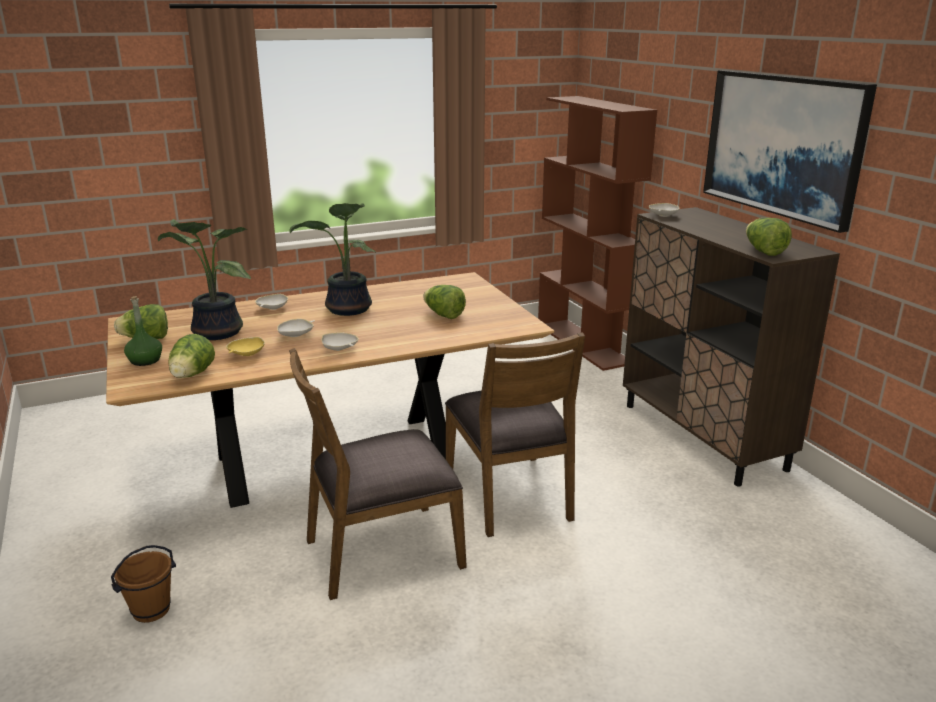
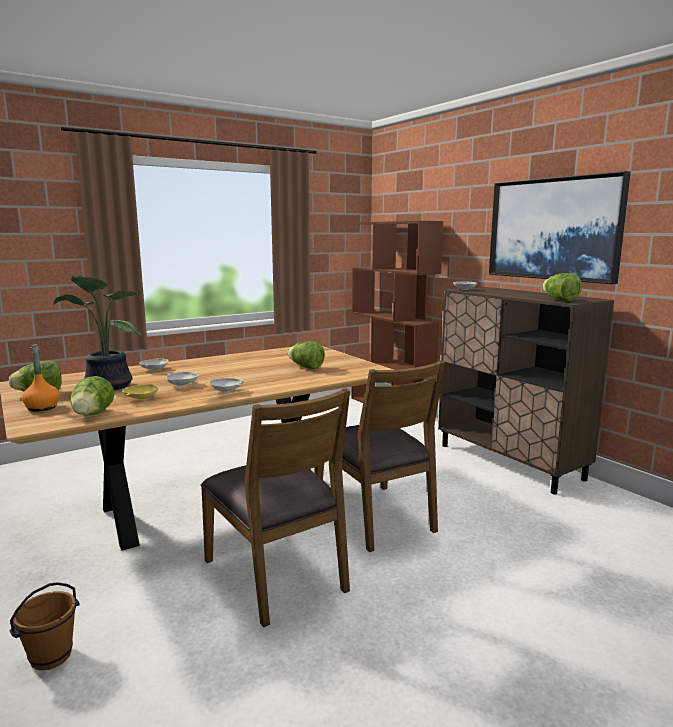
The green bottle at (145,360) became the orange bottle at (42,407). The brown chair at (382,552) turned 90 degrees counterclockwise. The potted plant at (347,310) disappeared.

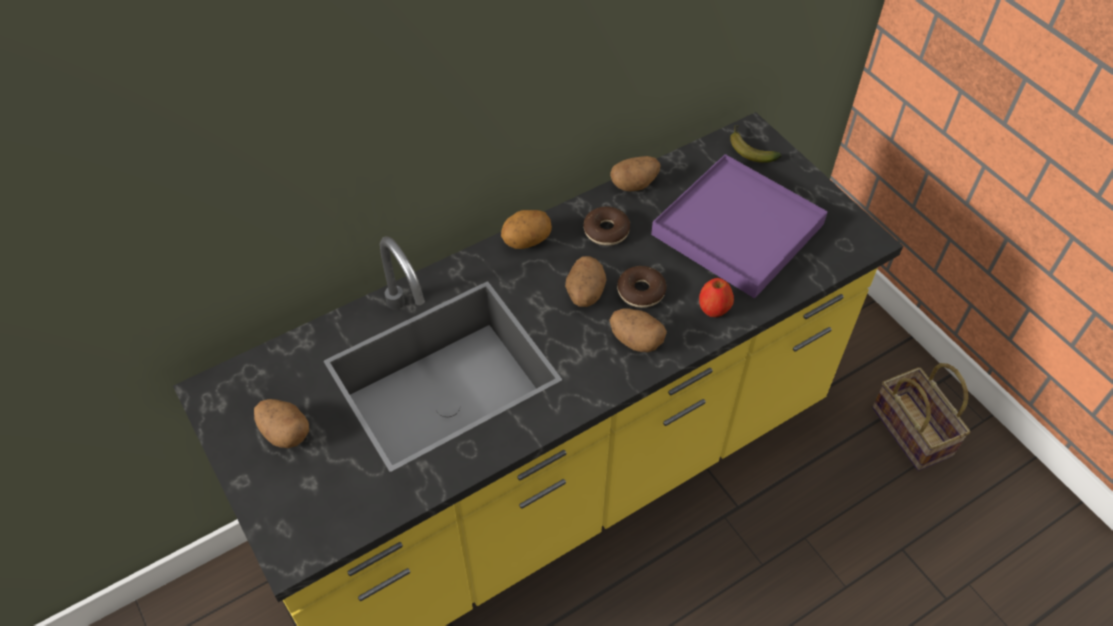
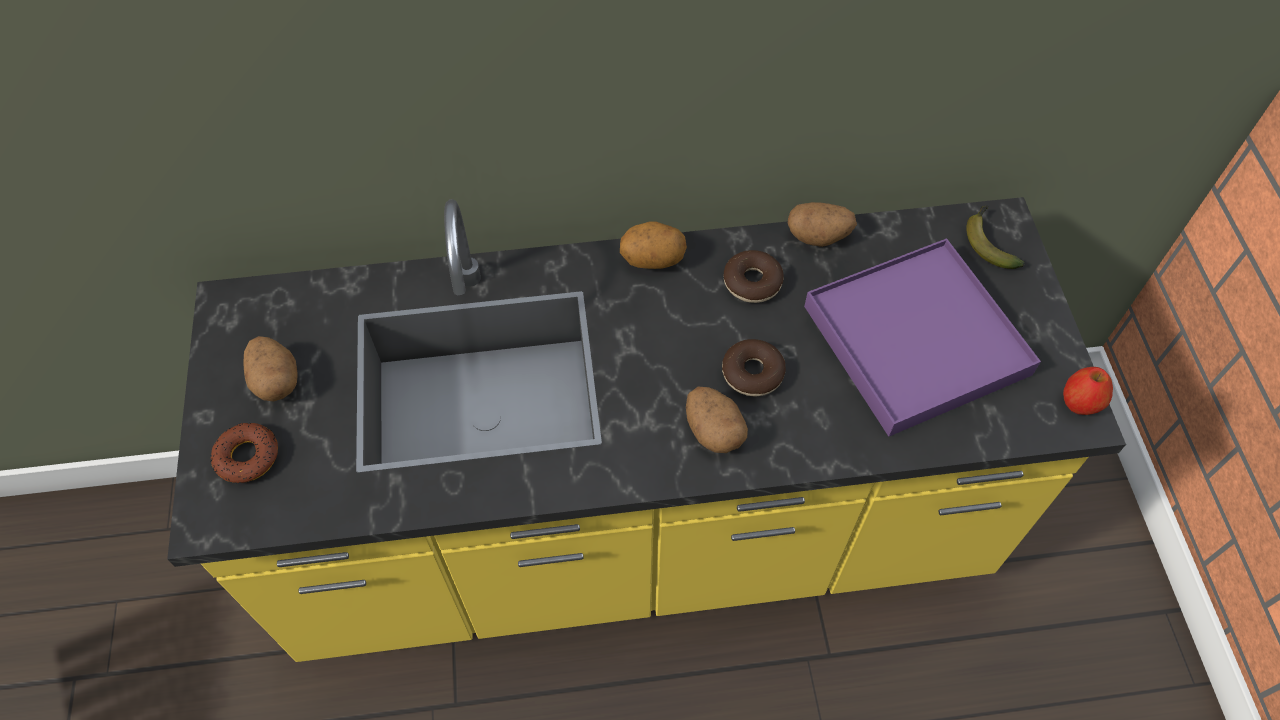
The donut at (247,456) appeared. The apple moved from (713,309) to (1079,403). The potato at (585,294) disappeared. The basket at (914,432) disappeared.

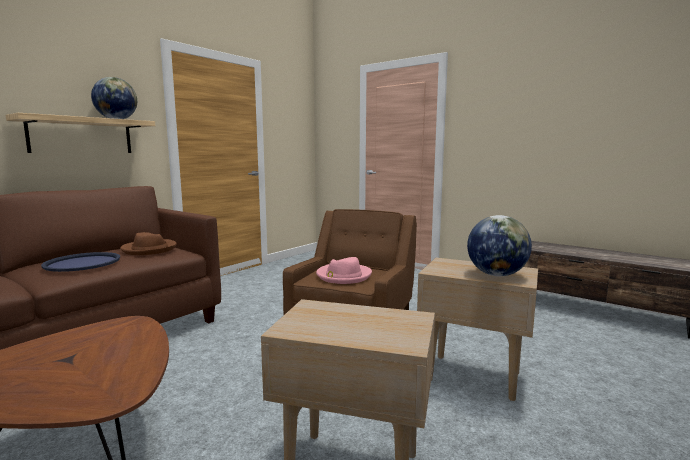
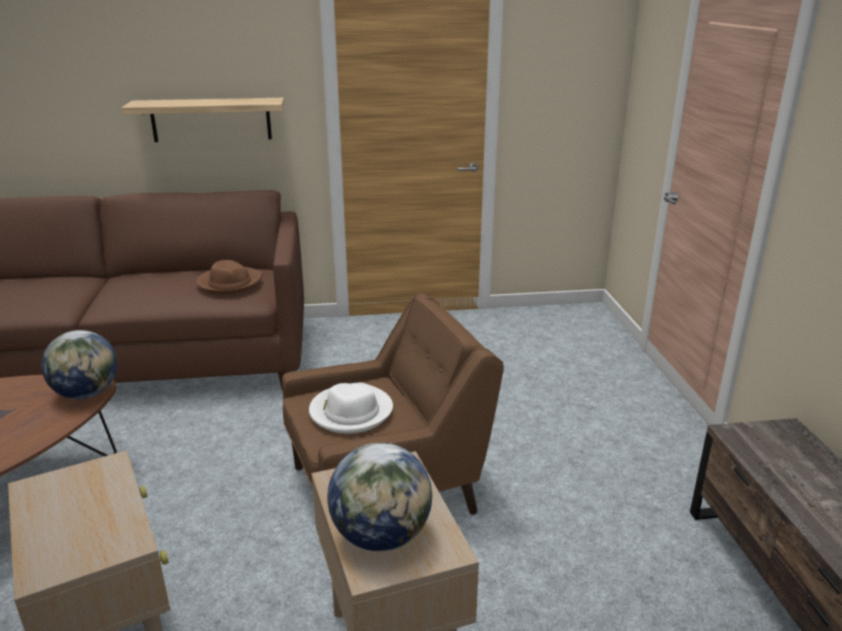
The globe moved from (117,119) to (87,394). The pink hat at (343,276) became the white hat at (350,412). The blue tray at (82,263) disappeared.

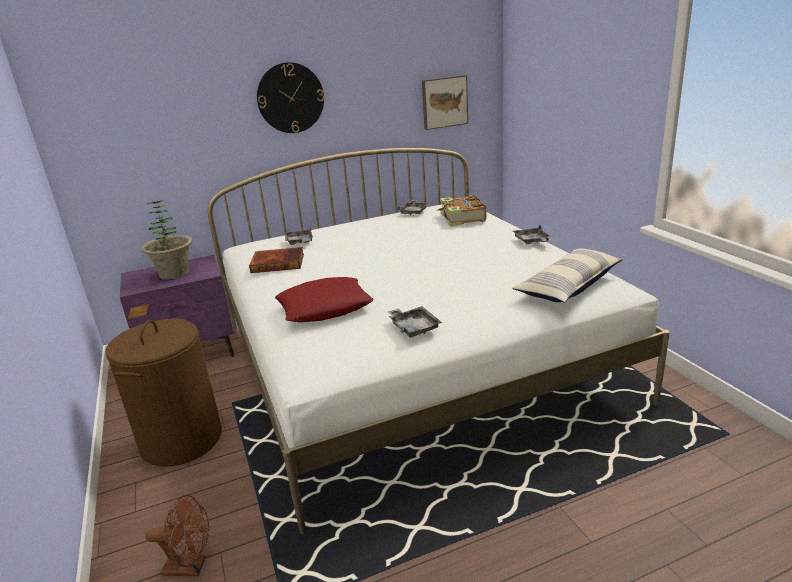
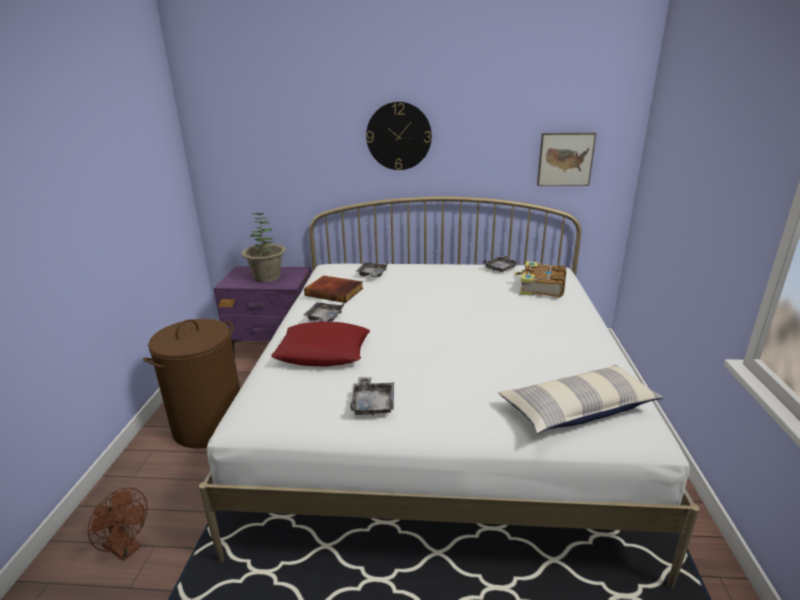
The grey tray moved from (532,241) to (324,318).

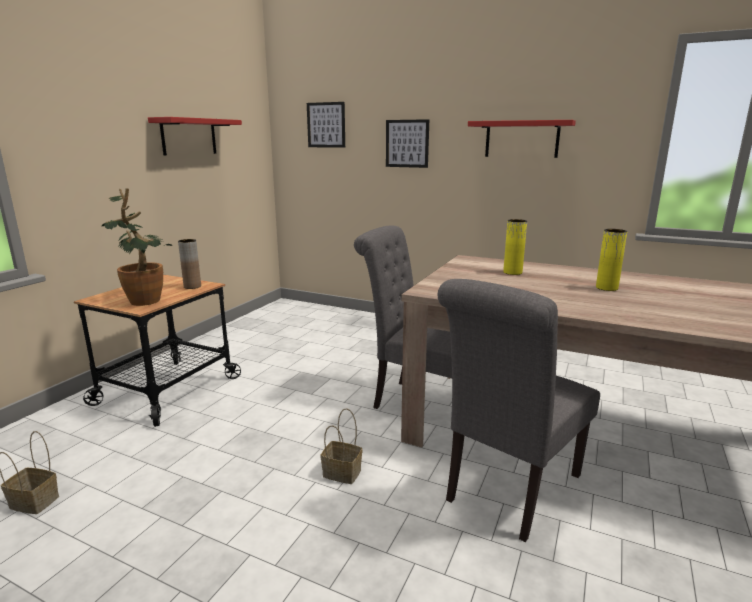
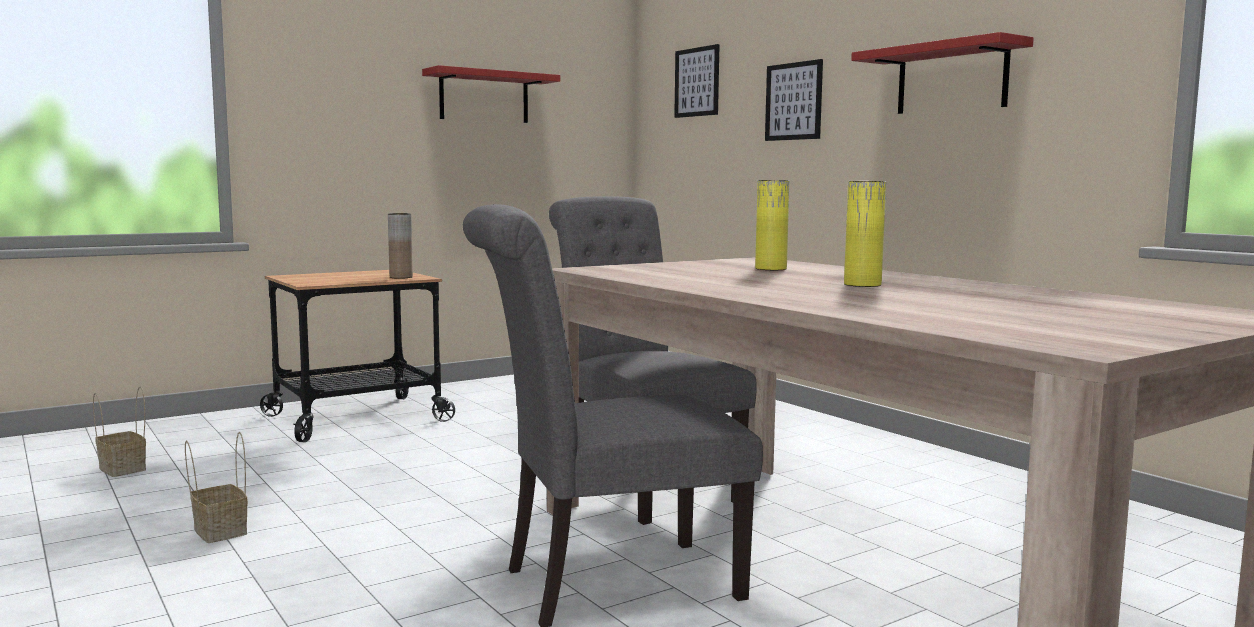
The basket moved from (340,473) to (218,531). The potted plant at (145,299) disappeared.

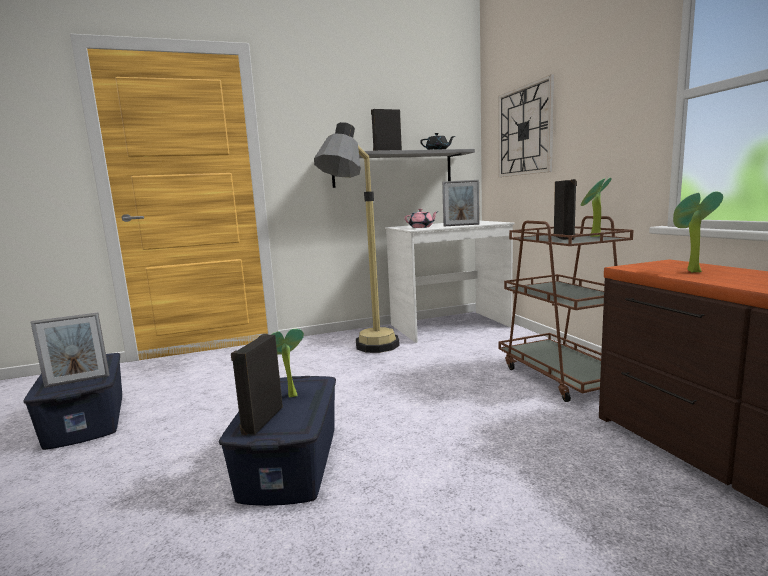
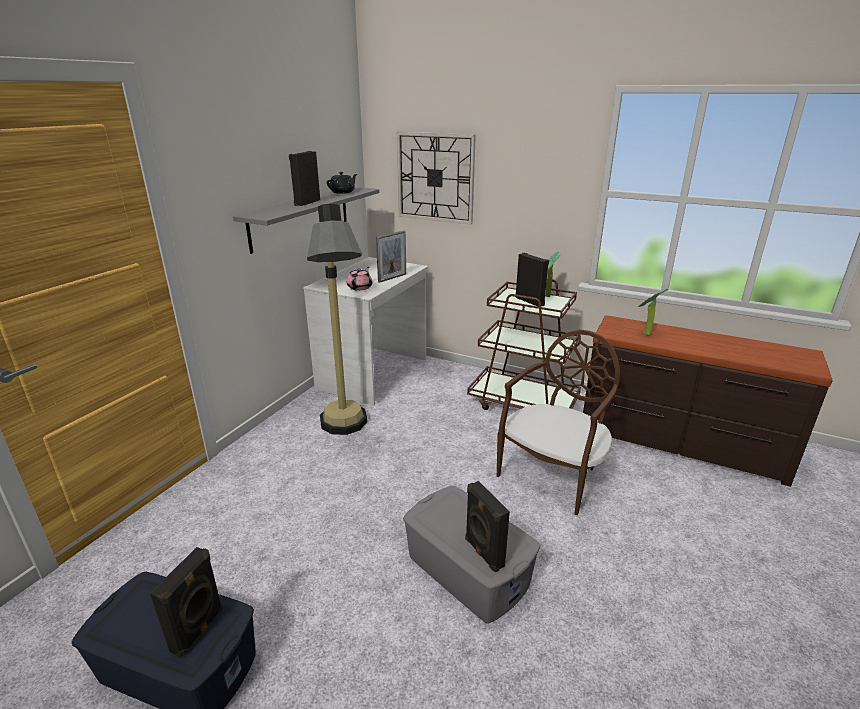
The picture frame at (77,381) was replaced by the black speaker at (199,630). The blue storage box at (292,461) became the grey storage box at (468,570). The brown chair at (553,475) appeared. The potted plant at (290,395) disappeared.

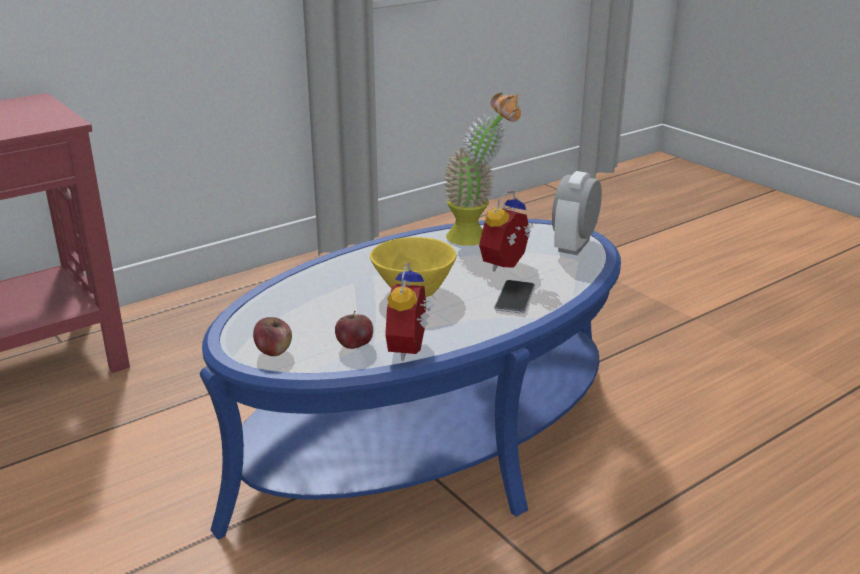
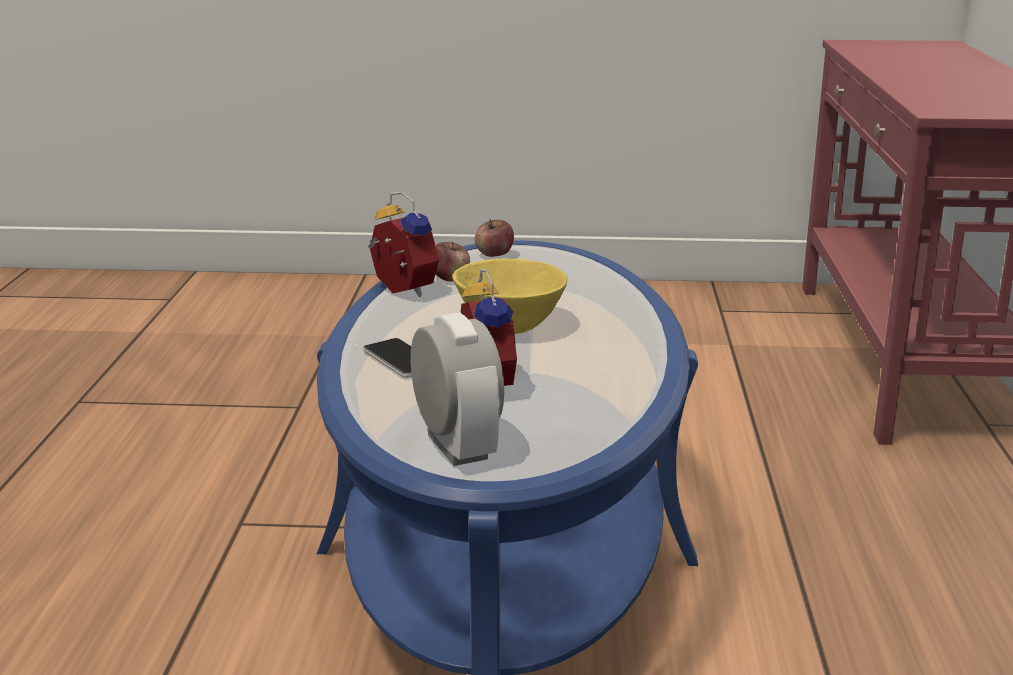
The potted plant at (477,238) disappeared.

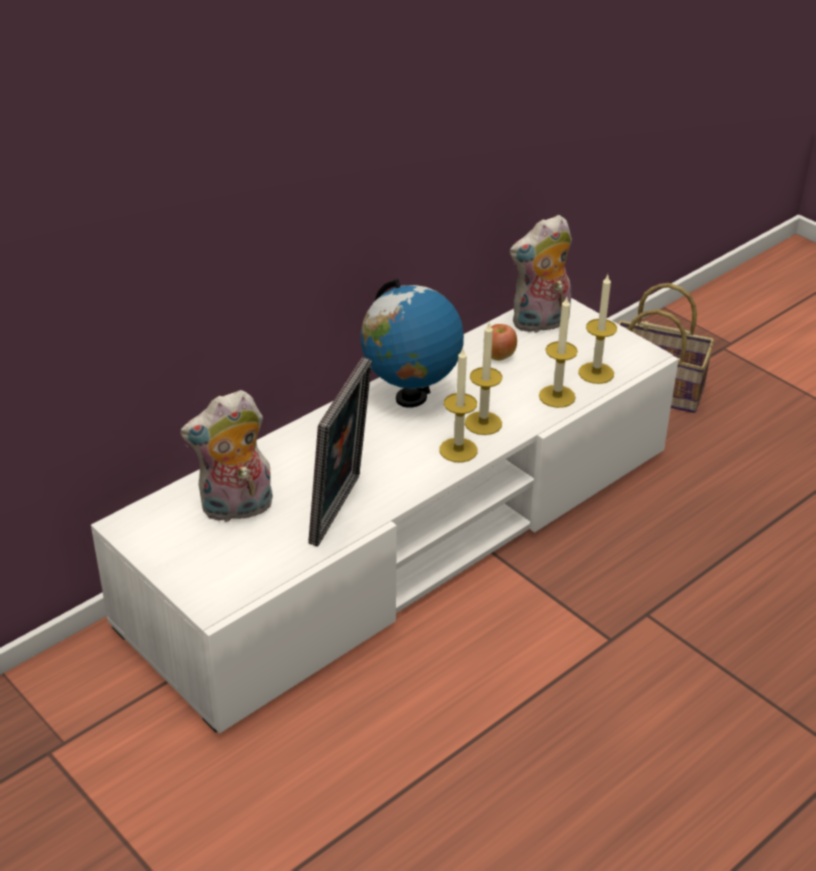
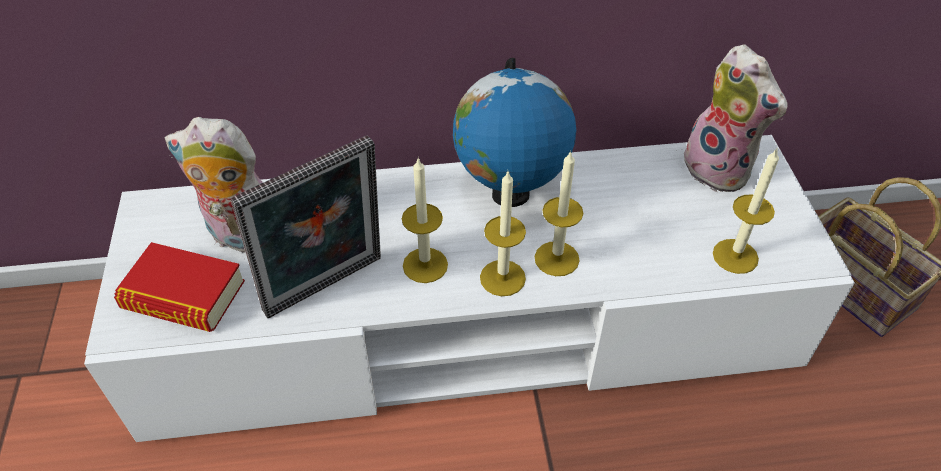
The book at (184,295) appeared. The candle moved from (557,396) to (425,265). The plush toy at (540,323) turned 135 degrees counterclockwise. The apple at (499,356) disappeared.

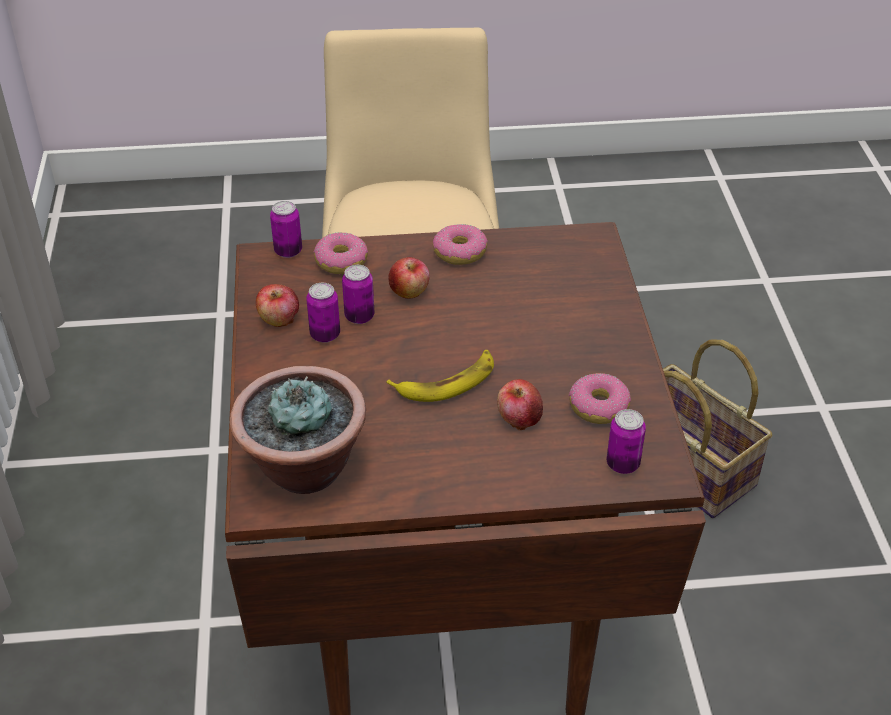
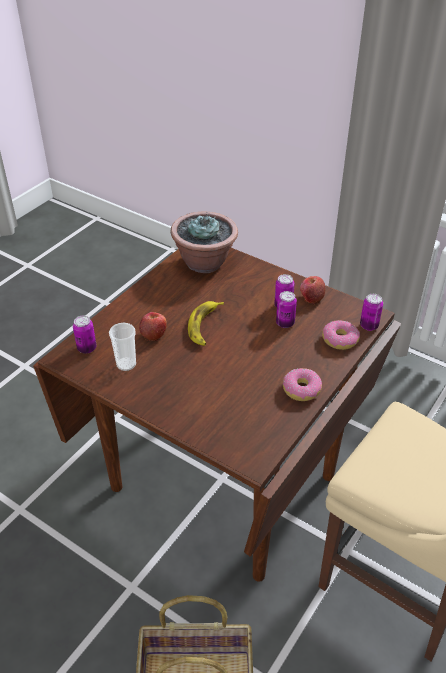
The donut at (599,407) was replaced by the cup at (126,364). The apple at (409,291) disappeared.

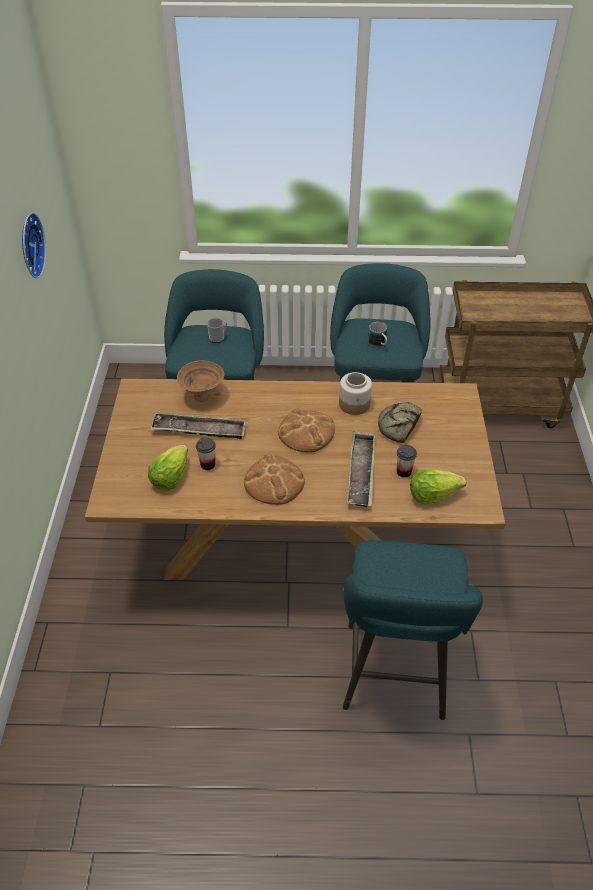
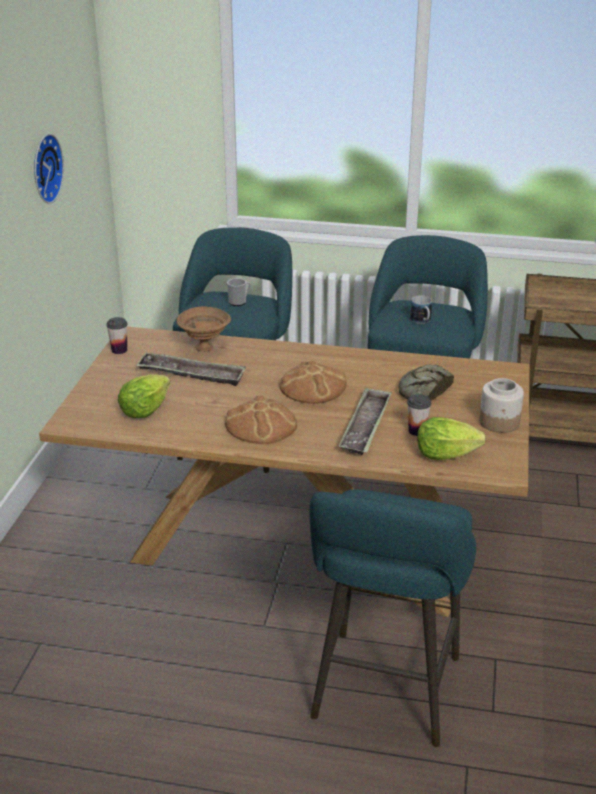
The cup moved from (208,464) to (119,350). The jar moved from (354,404) to (499,422).

